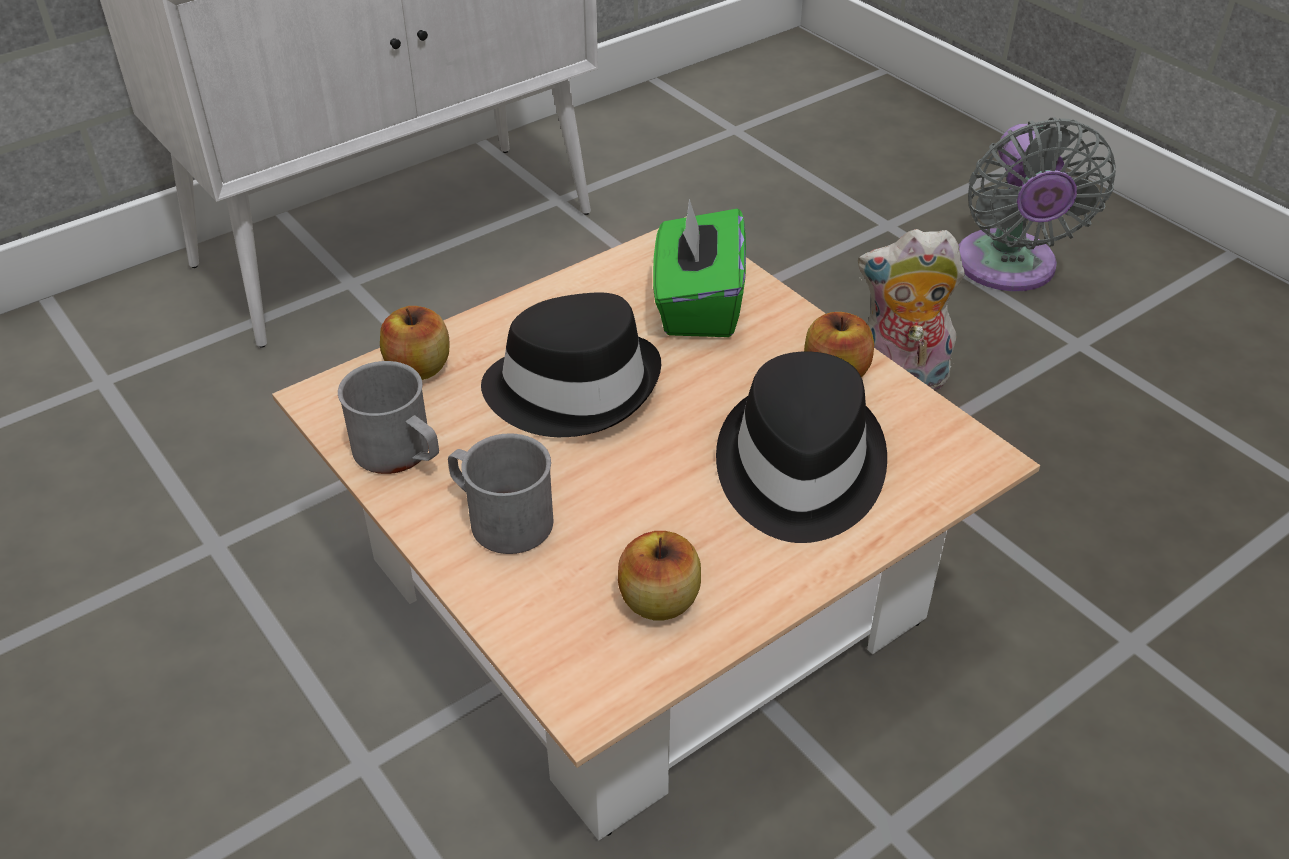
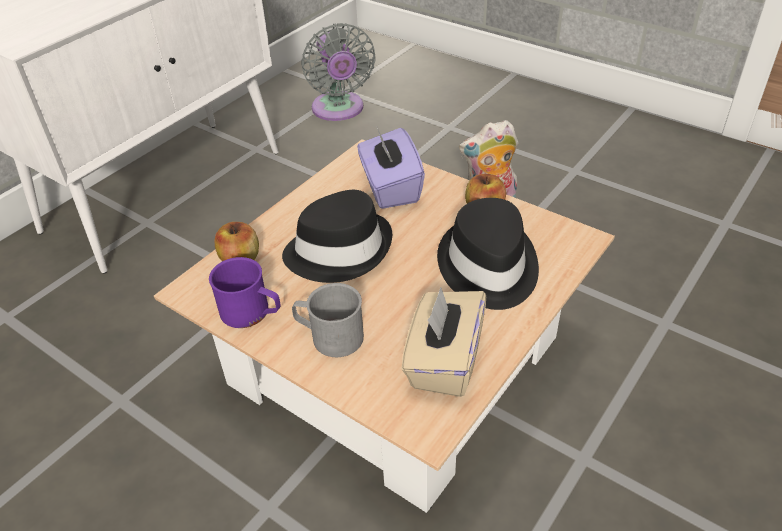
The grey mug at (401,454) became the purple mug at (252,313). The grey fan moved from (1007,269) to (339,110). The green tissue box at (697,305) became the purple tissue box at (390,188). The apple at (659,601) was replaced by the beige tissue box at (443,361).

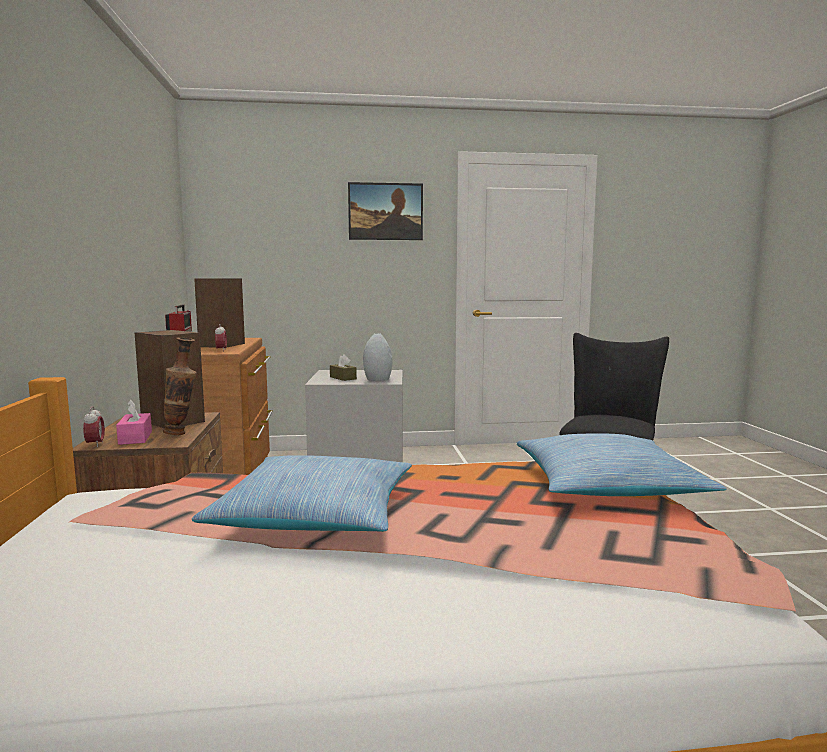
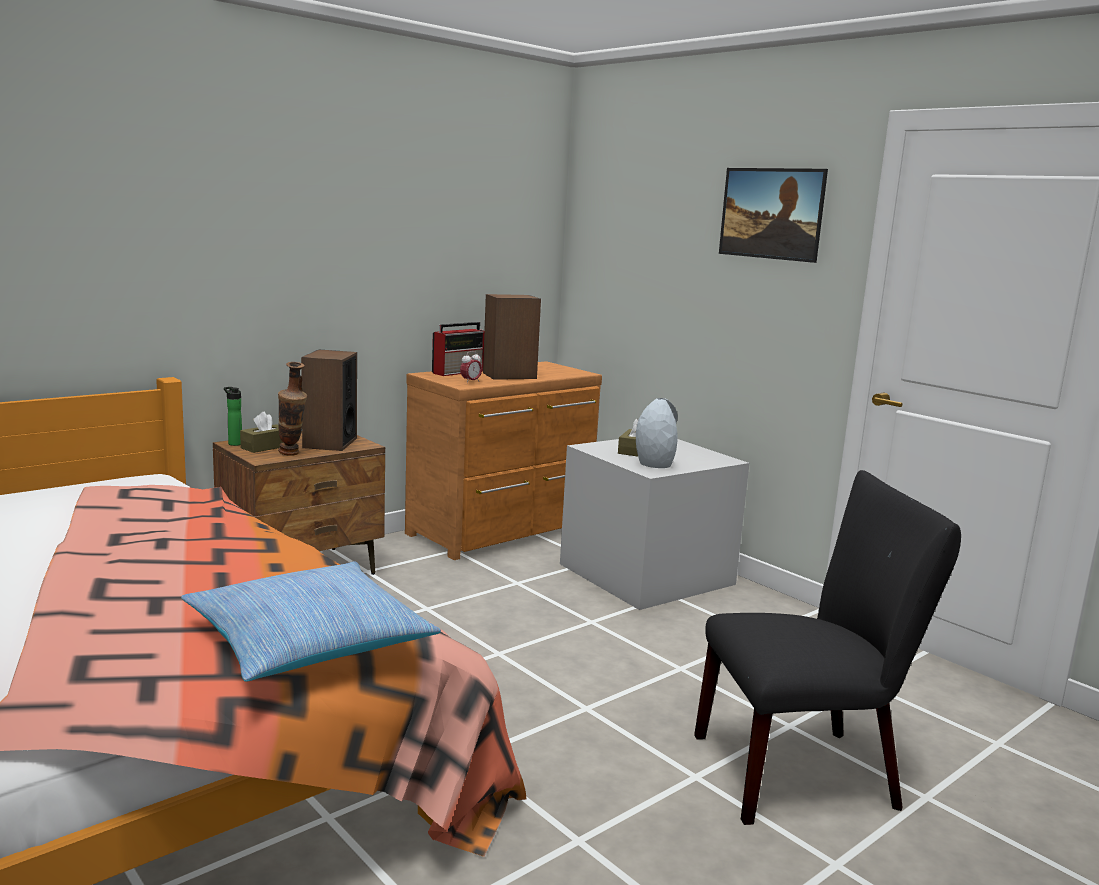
The alarm clock at (95,445) was replaced by the bottle at (234,443). The pink tissue box at (135,438) became the brown tissue box at (265,447). The pillow at (316,514) disappeared.

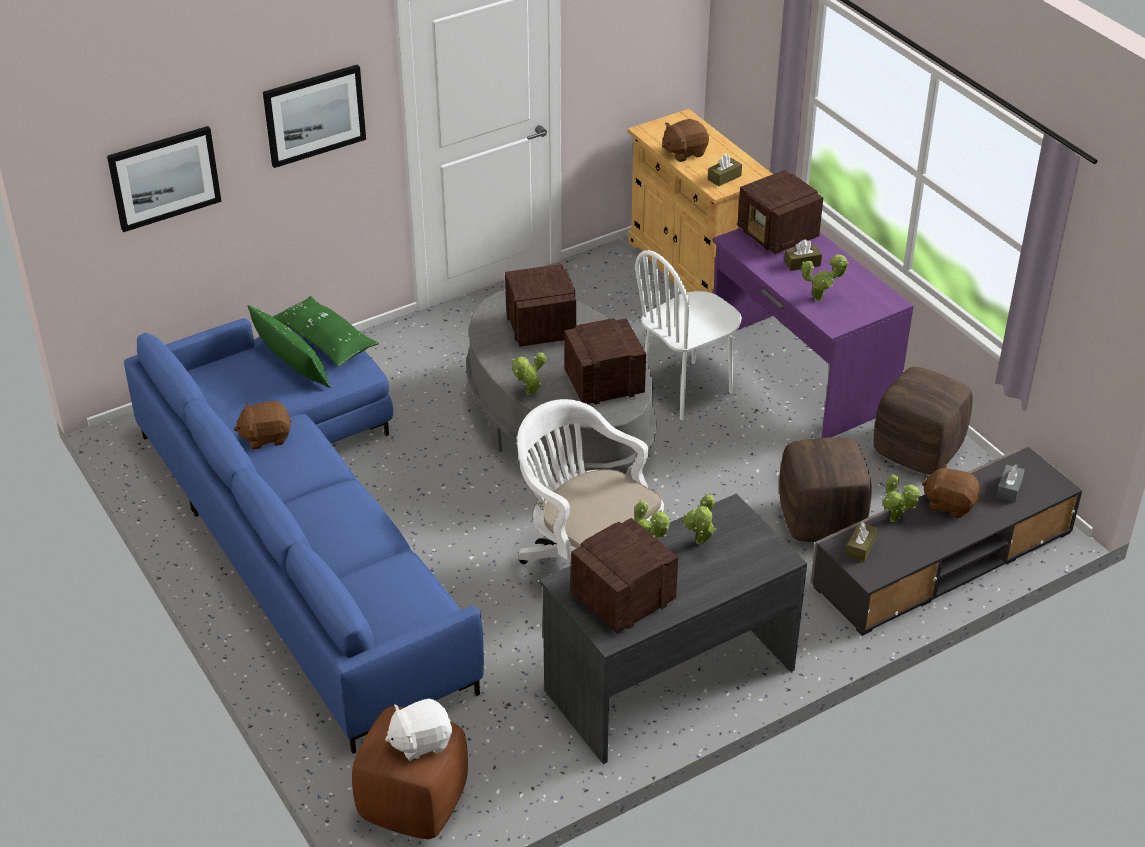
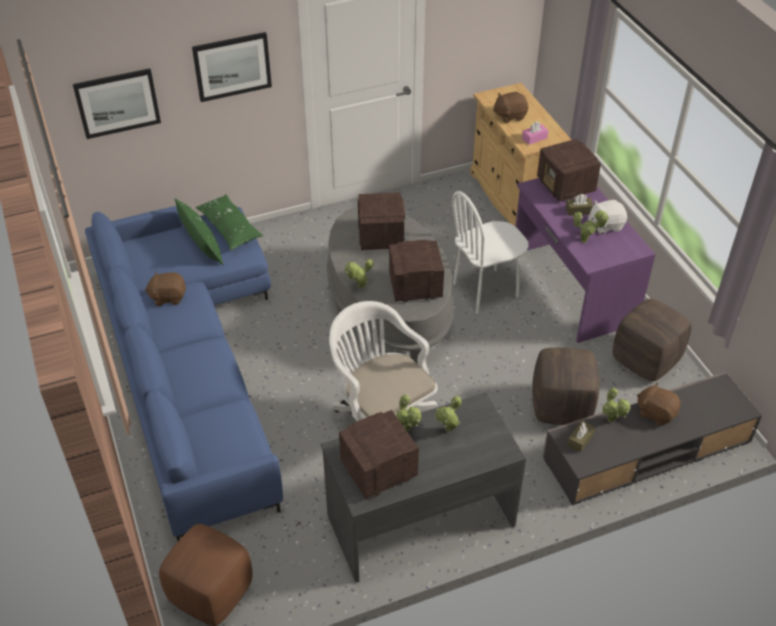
The brown tissue box at (724,177) became the pink tissue box at (534,138). The white plush toy moved from (420,742) to (605,225). The grey tissue box at (1009,489) disappeared.

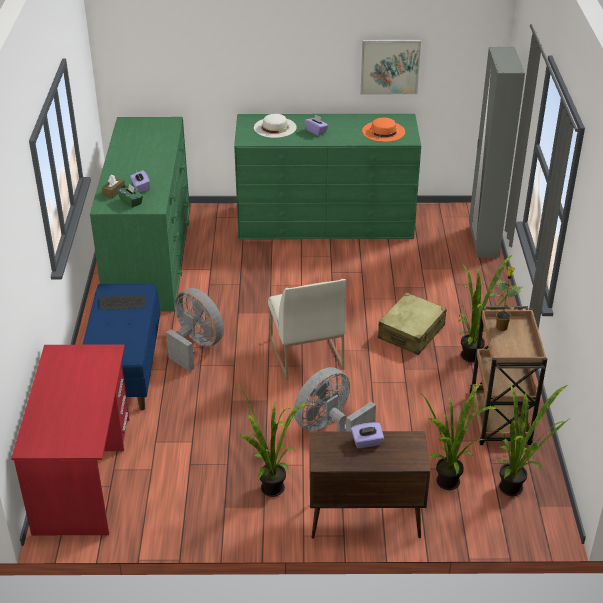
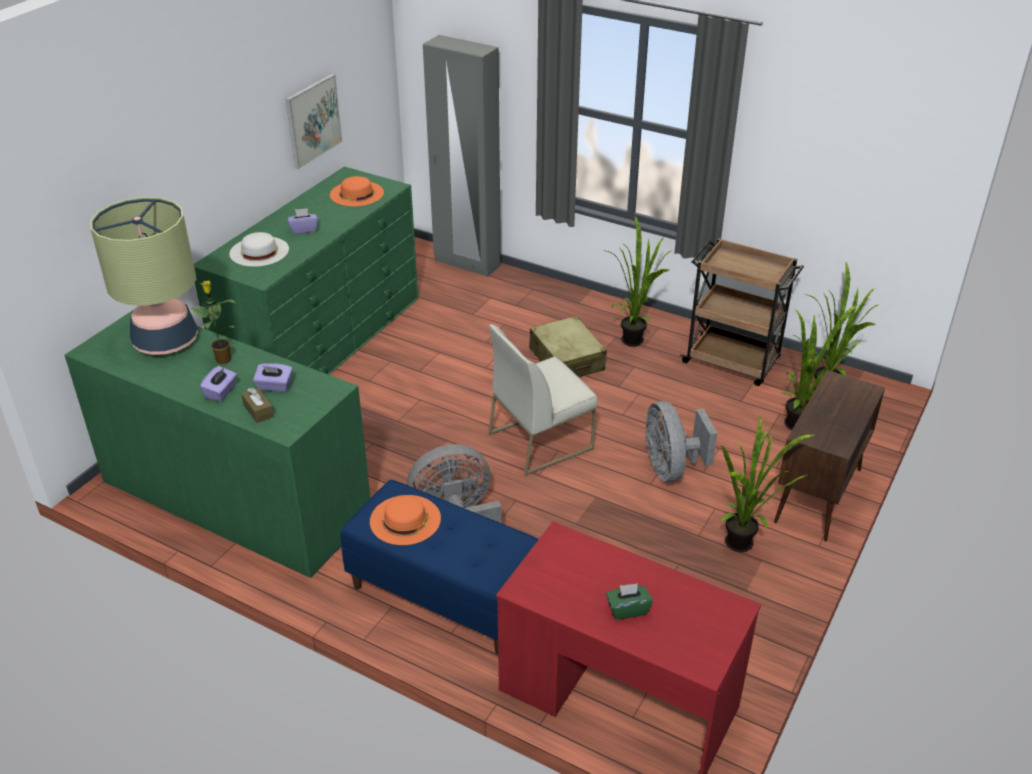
The table lamp at (166,341) appeared. The potted plant moved from (501,326) to (223,359). The purple tissue box moved from (367,442) to (221,392). The keyboard at (122,303) was replaced by the orange hat at (405,520). The white chair at (305,353) turned 135 degrees clockwise. The green tissue box moved from (131,202) to (627,609).

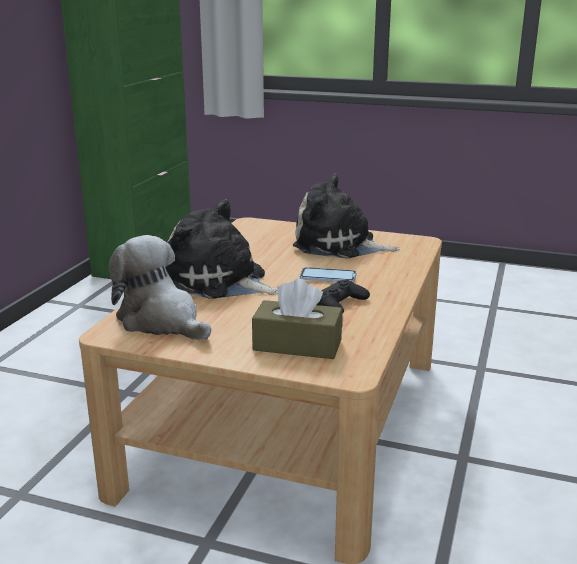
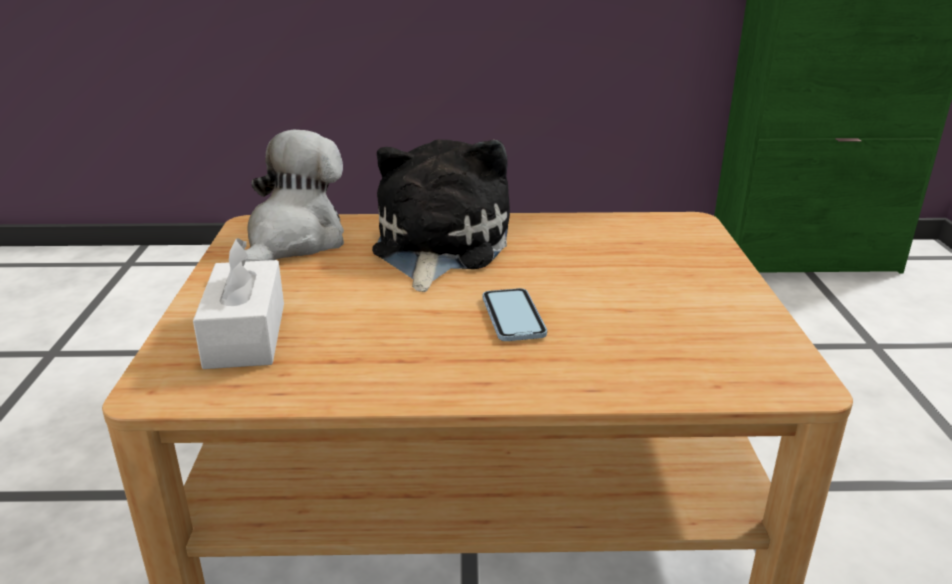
The brown tissue box at (297,345) became the white tissue box at (246,335). The plush toy at (339,245) disappeared. The black game controller at (339,304) disappeared.

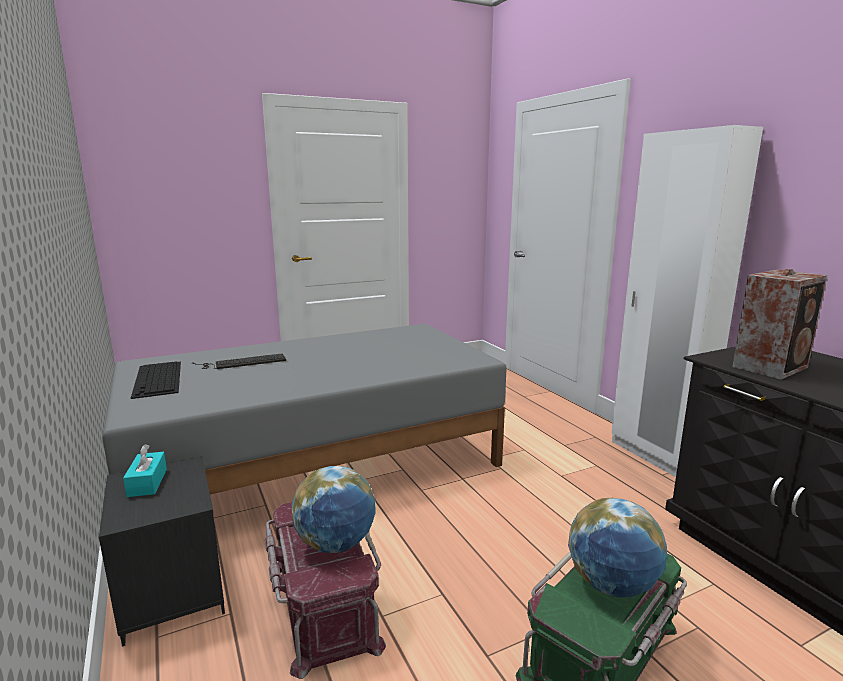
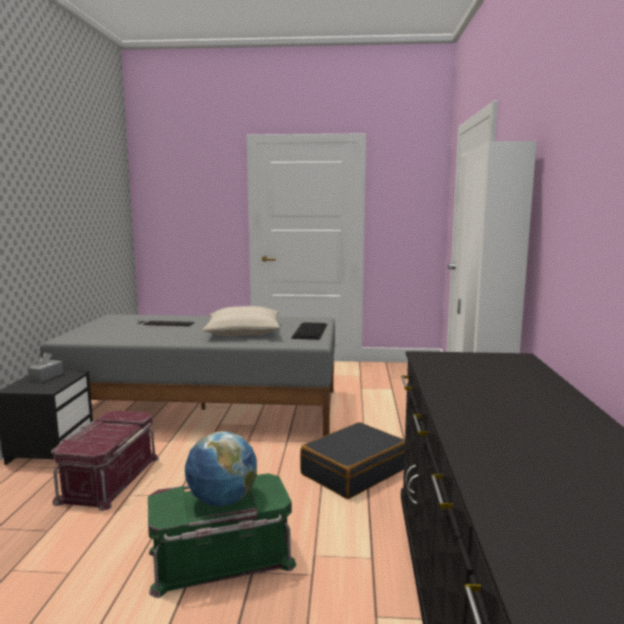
The turquoise tissue box at (147,483) became the grey tissue box at (46,376). The beige pillow at (243,332) appeared. The keyboard moved from (158,379) to (310,331). The black suitcase at (353,471) appeared. The globe at (336,544) disappeared. The speaker at (772,367) disappeared.

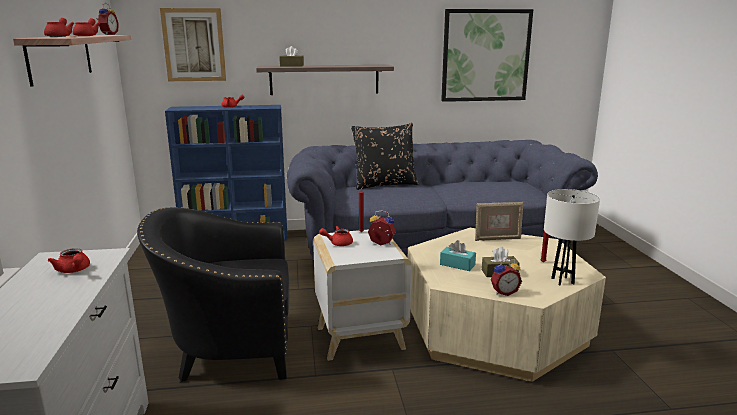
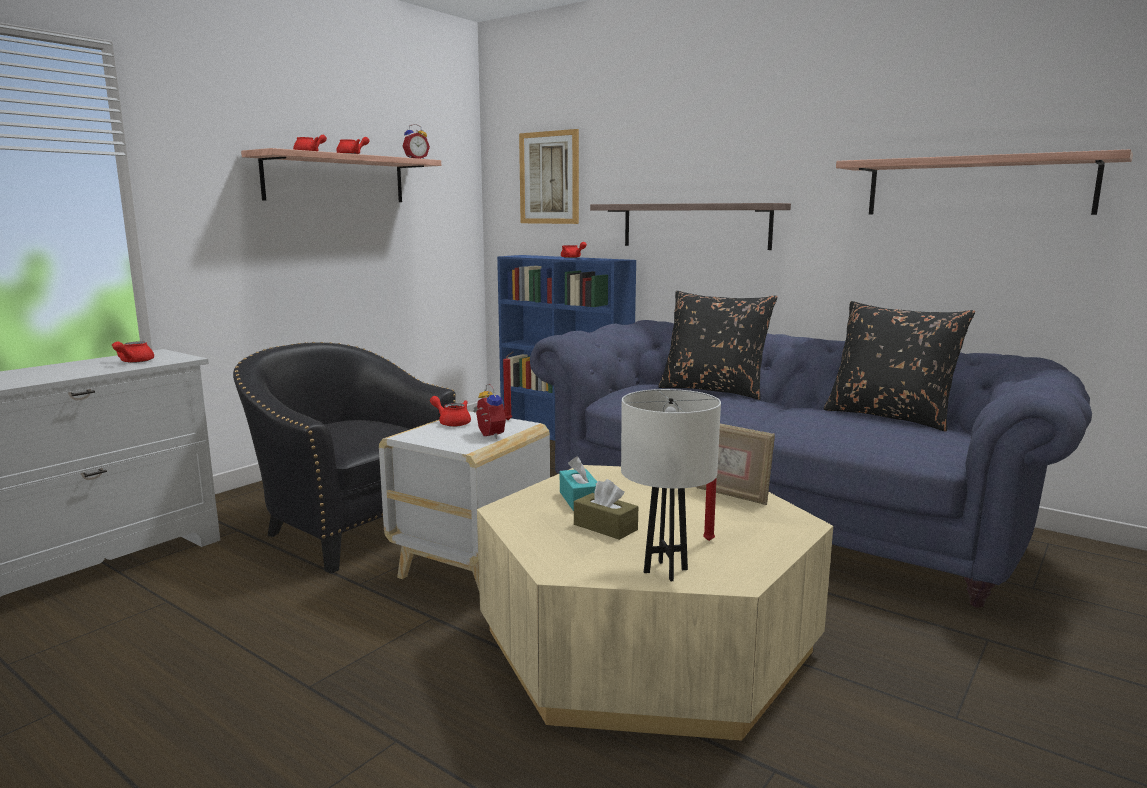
The black pillow at (890,416) appeared. The picture at (485,55) was replaced by the shelf at (977,187). The brown tissue box at (292,66) disappeared. The alarm clock at (504,292) disappeared.

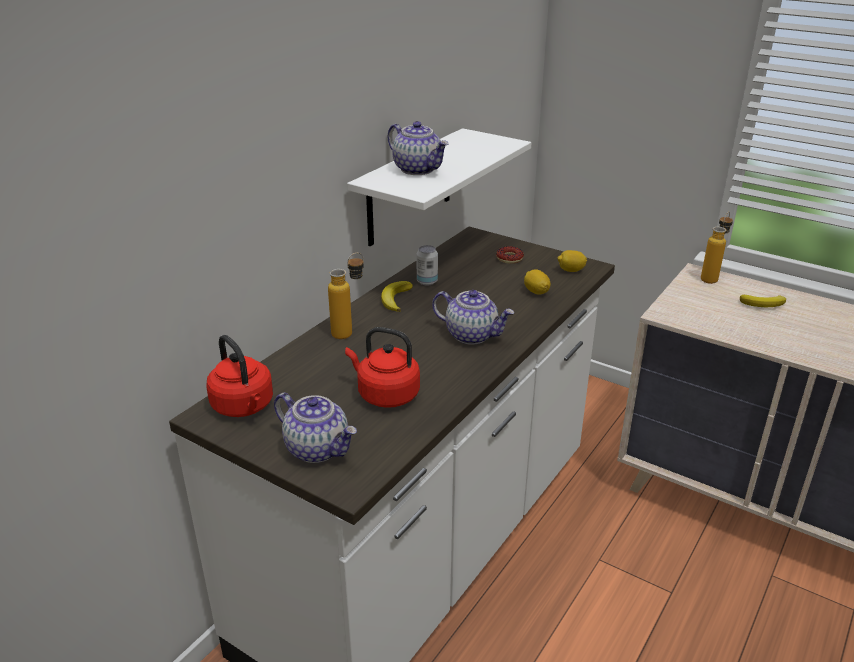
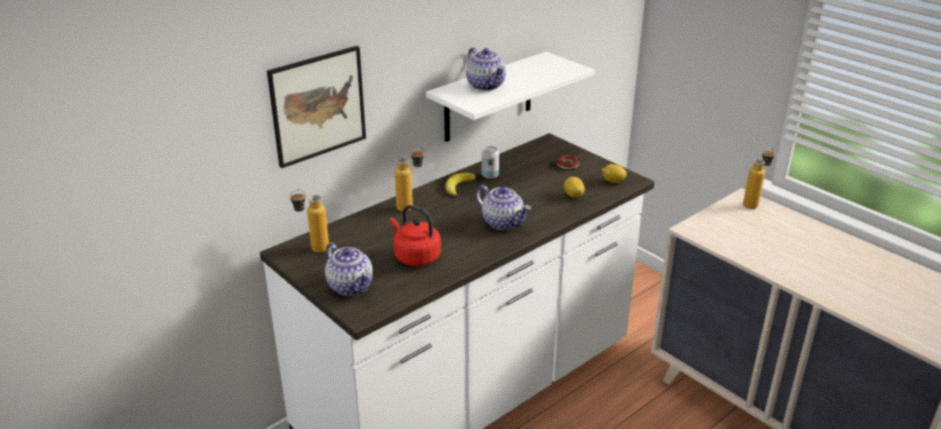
The picture at (318,105) appeared. The red kettle at (244,407) was replaced by the bottle at (313,250). The banana at (764,304) disappeared.

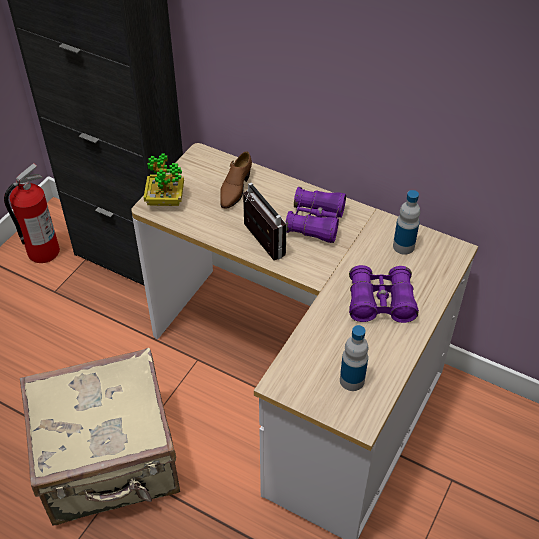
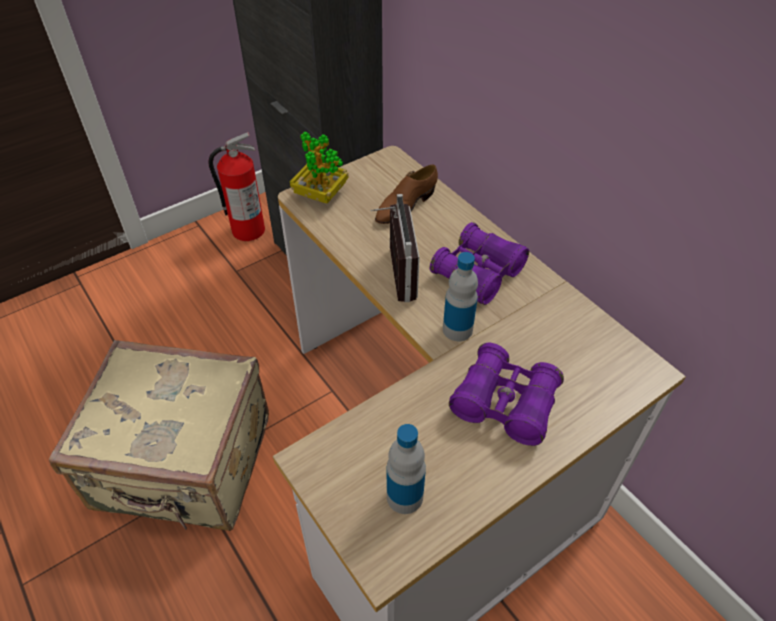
The bottle moved from (403,246) to (457,329).

